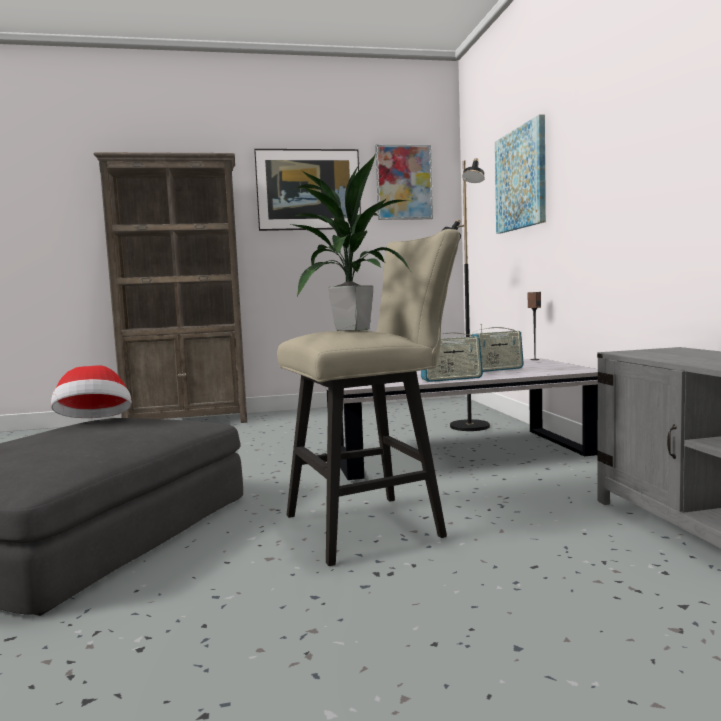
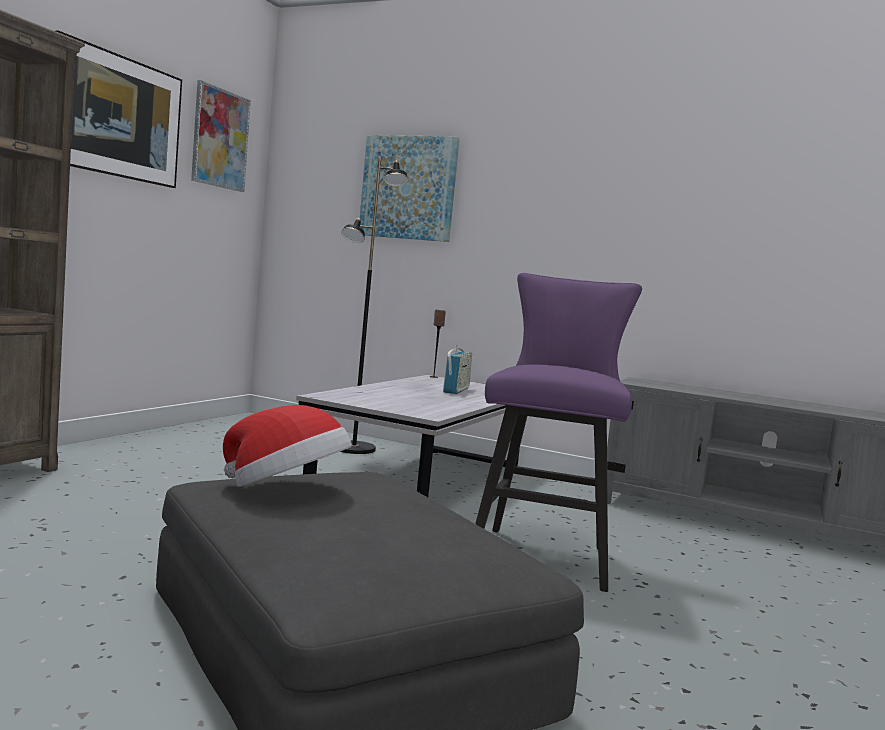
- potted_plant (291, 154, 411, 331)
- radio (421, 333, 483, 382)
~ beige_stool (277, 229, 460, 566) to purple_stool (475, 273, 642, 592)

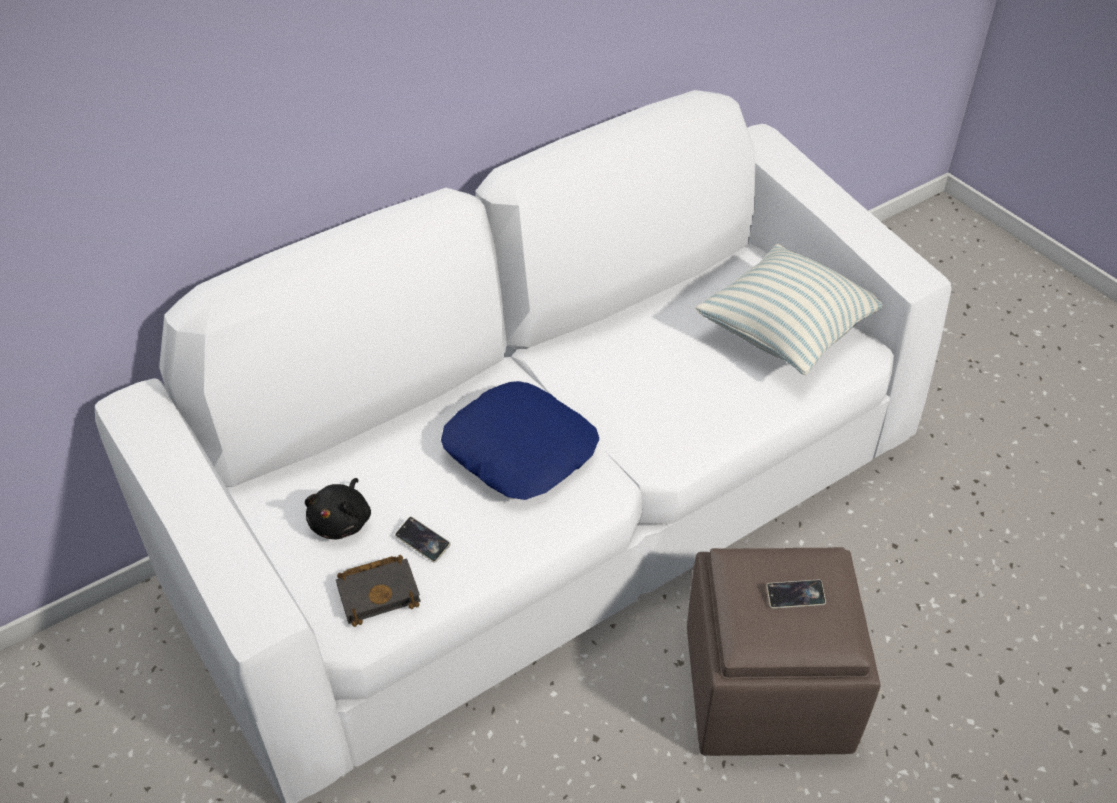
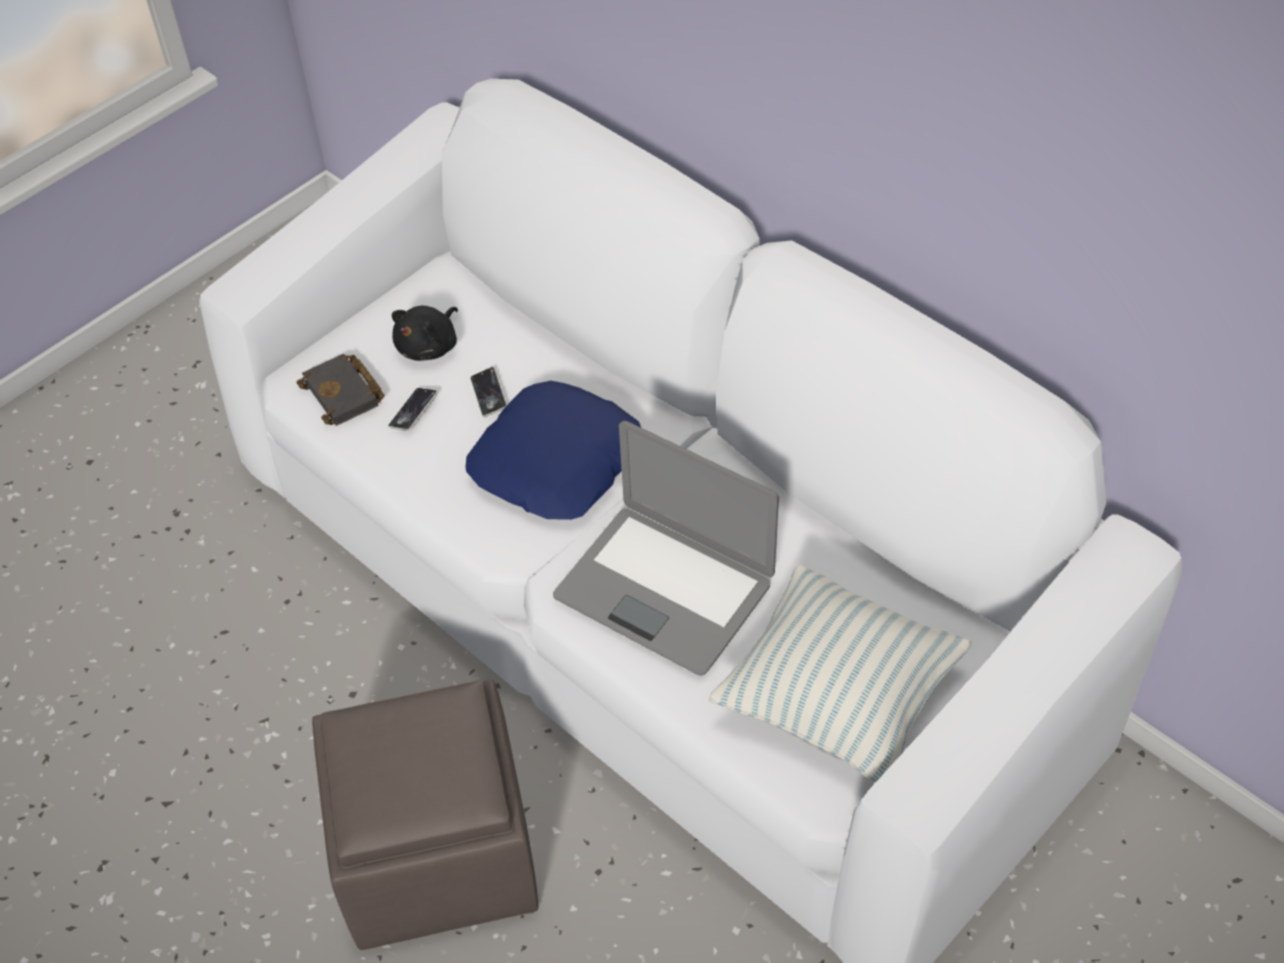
+ laptop (553, 421, 779, 675)
~ phone (766, 580, 826, 609) to (470, 367, 507, 417)
~ black_plush_toy (305, 478, 371, 539) = (392, 306, 458, 361) 60 degrees counterclockwise

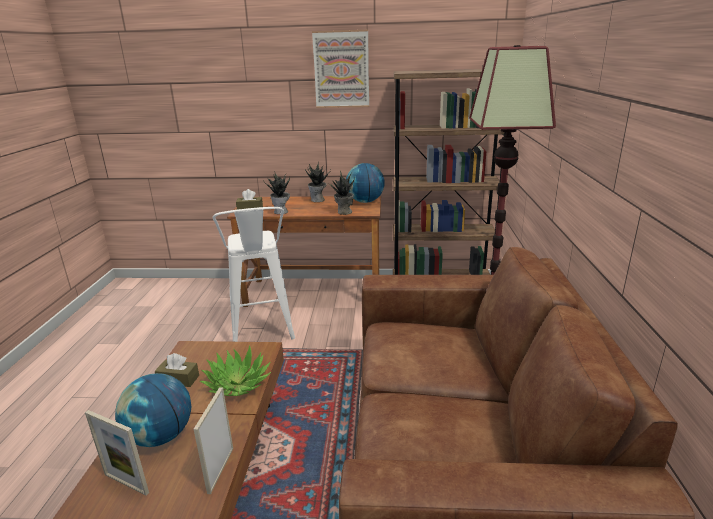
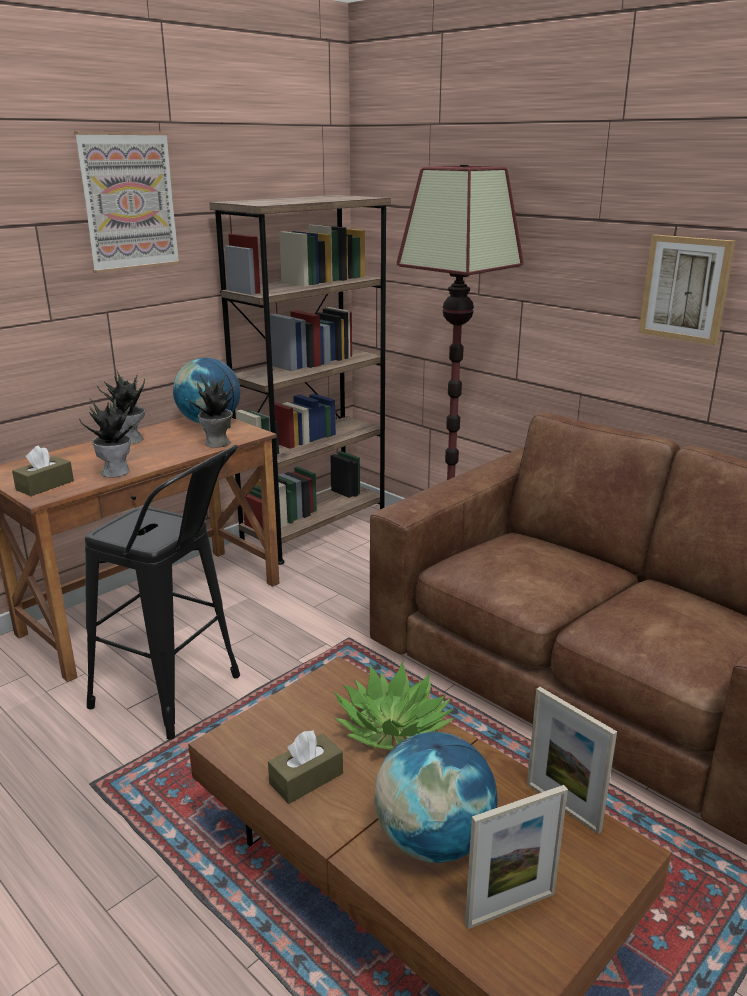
+ picture (639, 235, 736, 345)
~ white_stool (213, 207, 295, 342) to black_stool (85, 445, 240, 740)

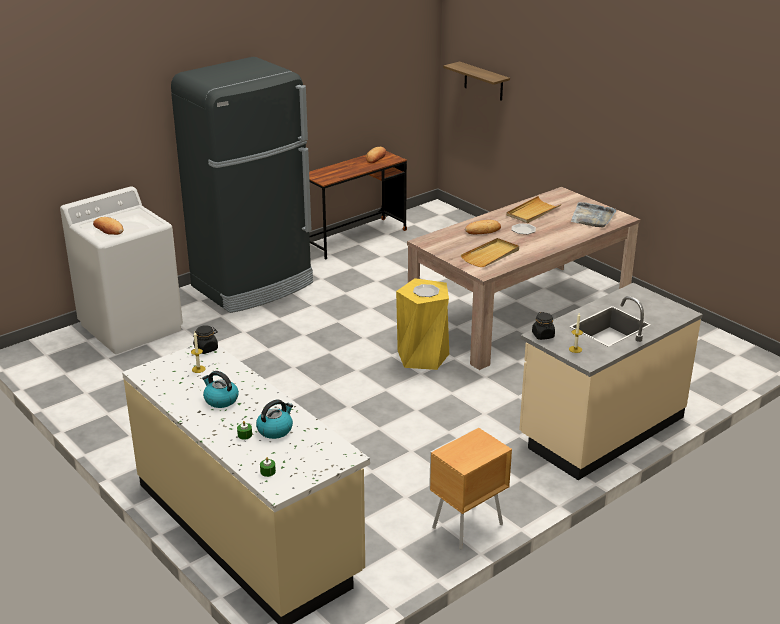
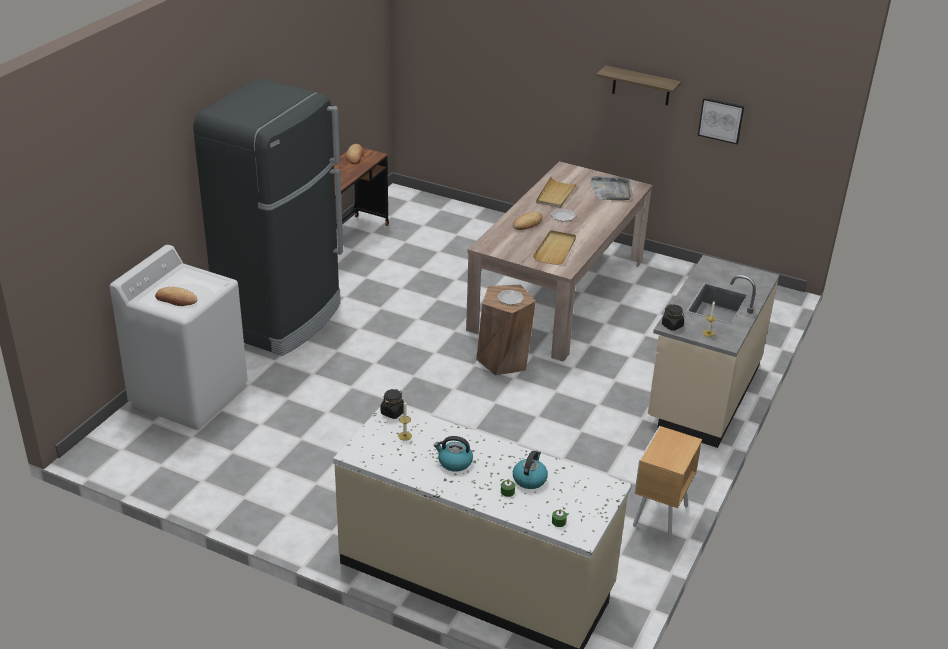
+ picture (698, 98, 744, 144)
~ shelf (443, 61, 510, 101) to (596, 65, 681, 106)
~ yellow_stool (396, 278, 449, 370) to brown_stool (476, 285, 536, 376)

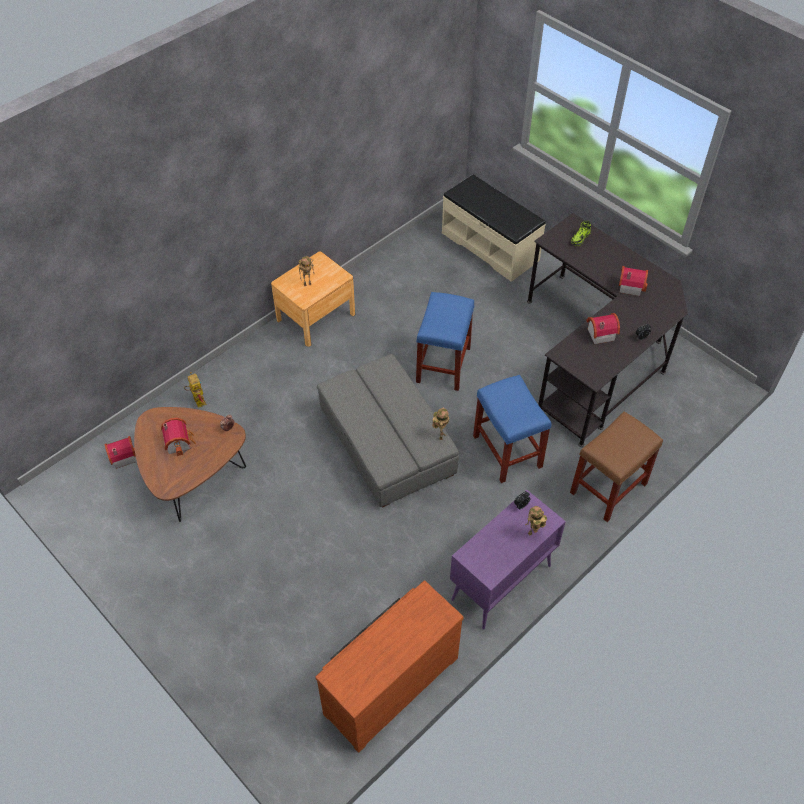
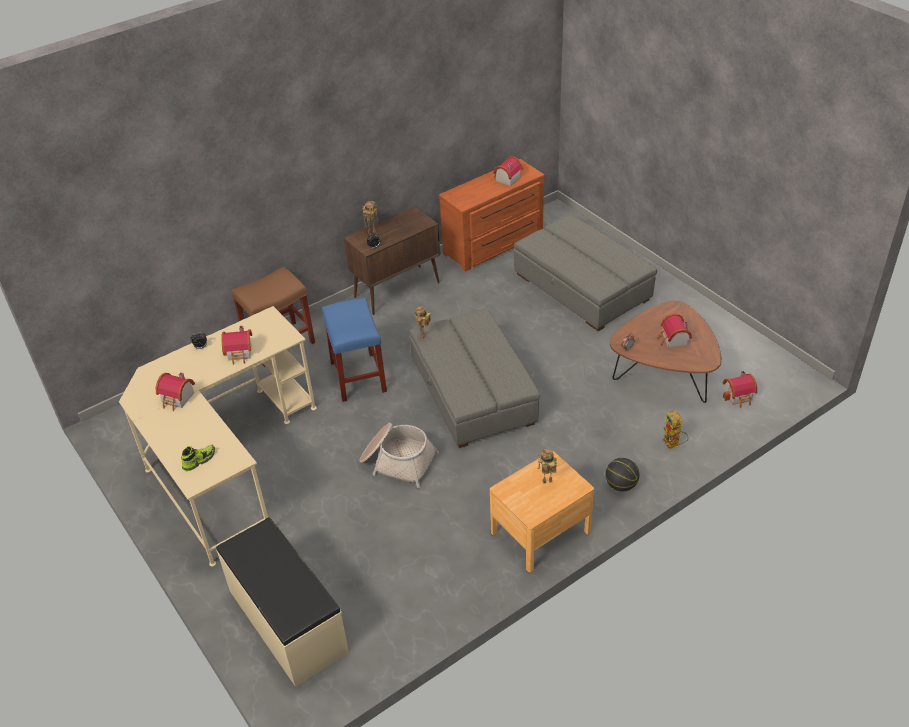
+ toy_house (493, 156, 523, 186)
+ grey_ottoman (514, 215, 657, 331)
+ basketball (605, 458, 639, 491)
~ blue_stool (416, 292, 474, 391) to basket (359, 423, 439, 488)
~ purple_cabinet (450, 490, 566, 630) to brown_cabinet (344, 206, 440, 315)
~ black_desk (527, 213, 688, 447) to beige_desk (119, 306, 317, 567)

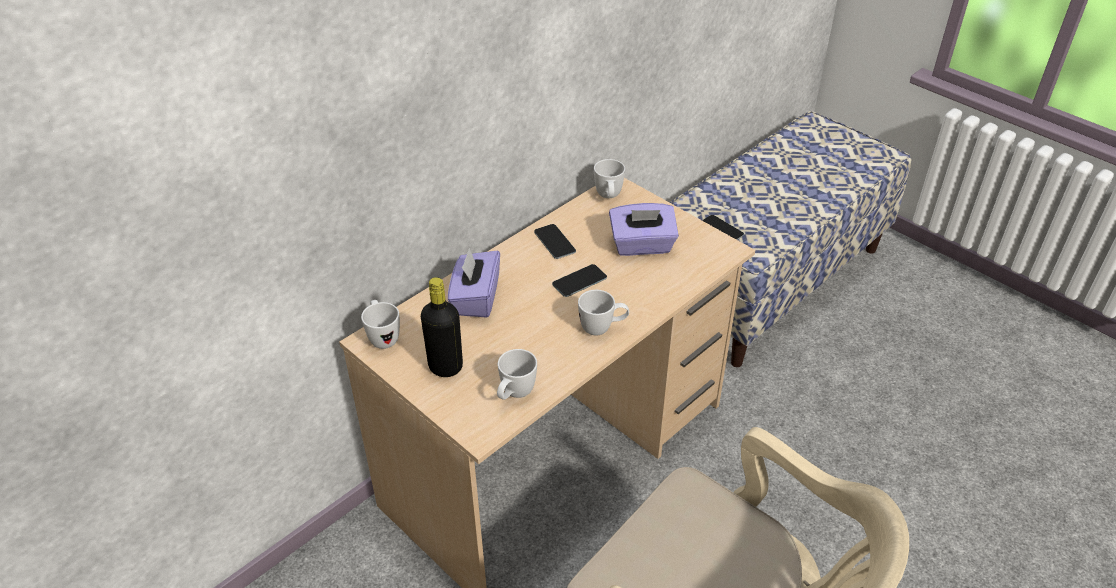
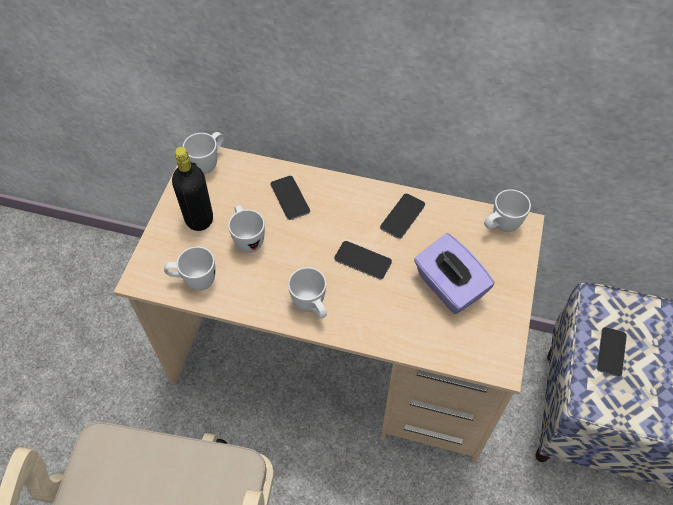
+ white_mug (228, 205, 265, 253)
~ purple_tissue_box (448, 248, 500, 317) to phone (271, 176, 310, 220)

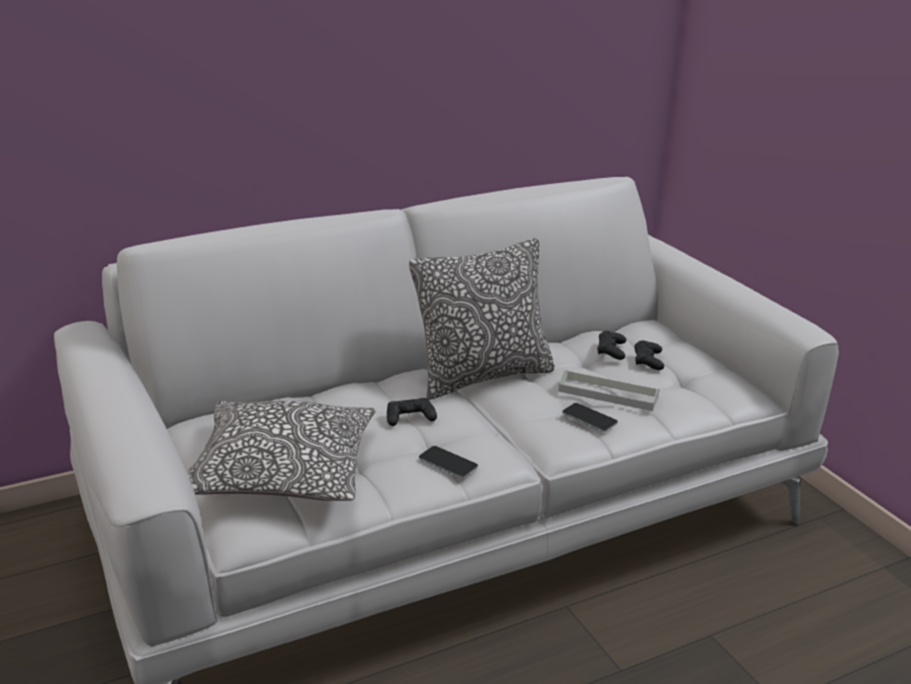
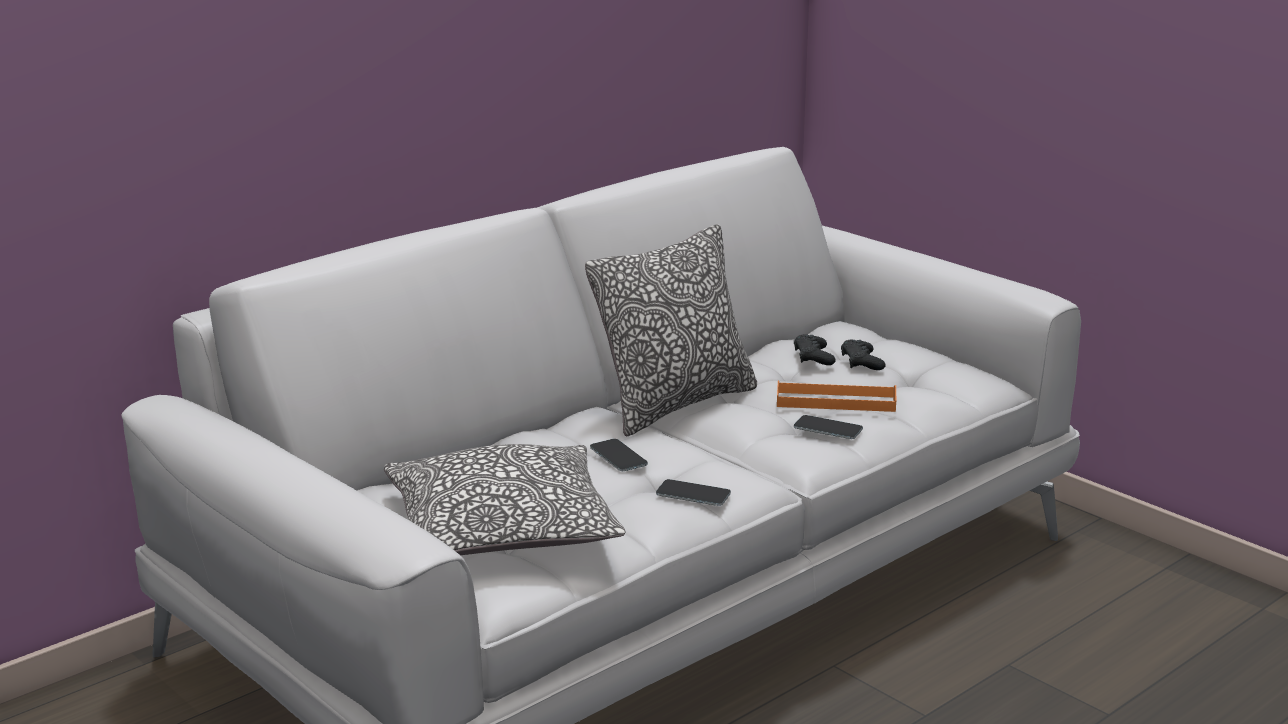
~ black_game_controller (387, 398, 437, 426) to phone (590, 439, 648, 471)
~ grey_tray (558, 370, 660, 411) to orange_tray (777, 381, 896, 412)

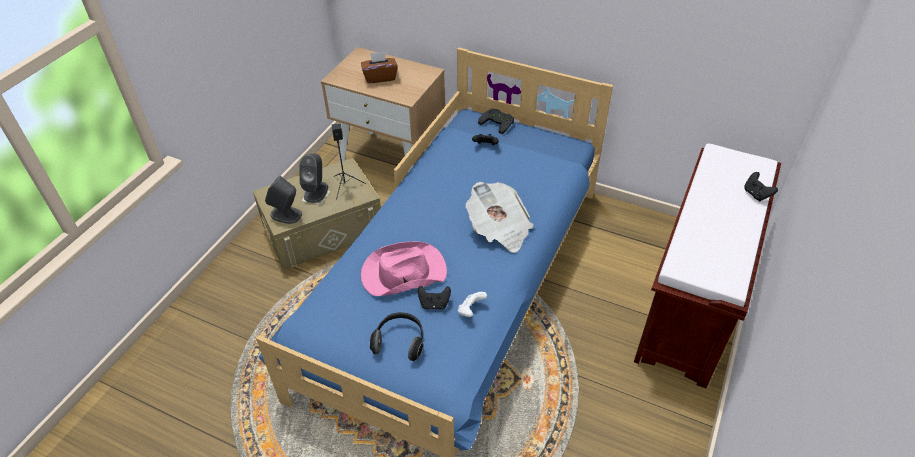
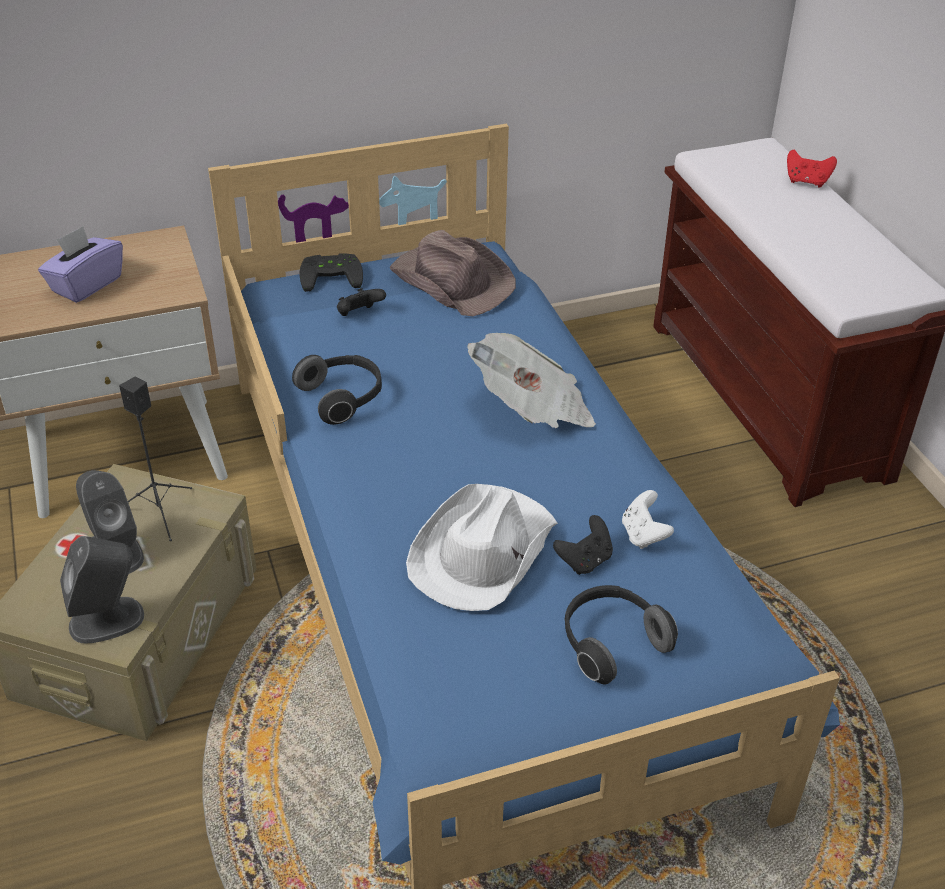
+ headphones (292, 355, 382, 425)
+ brown_hat (390, 230, 516, 316)
~ brown_tissue_box (361, 52, 398, 83) to purple_tissue_box (38, 226, 123, 303)
~ pink_hat (361, 241, 447, 296) to white_hat (406, 484, 558, 611)
~ black_game_controller (744, 172, 778, 202) to red_game_controller (787, 150, 837, 188)

